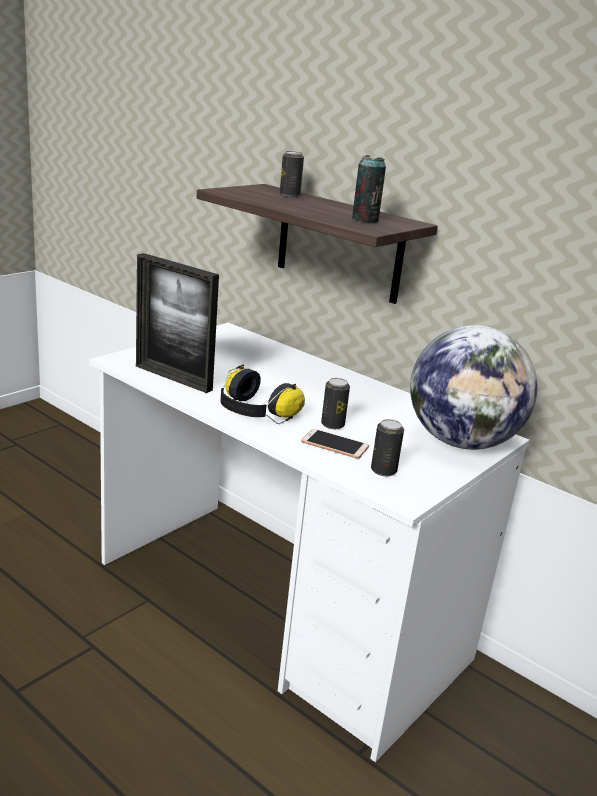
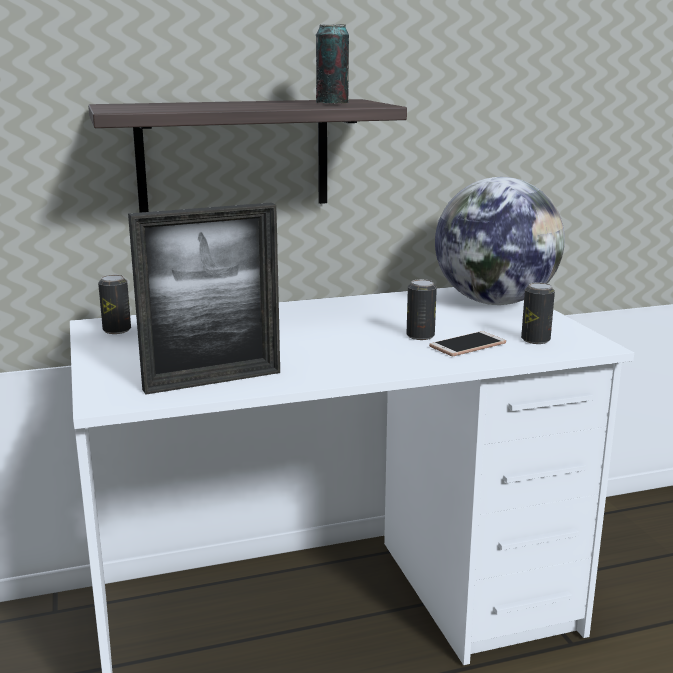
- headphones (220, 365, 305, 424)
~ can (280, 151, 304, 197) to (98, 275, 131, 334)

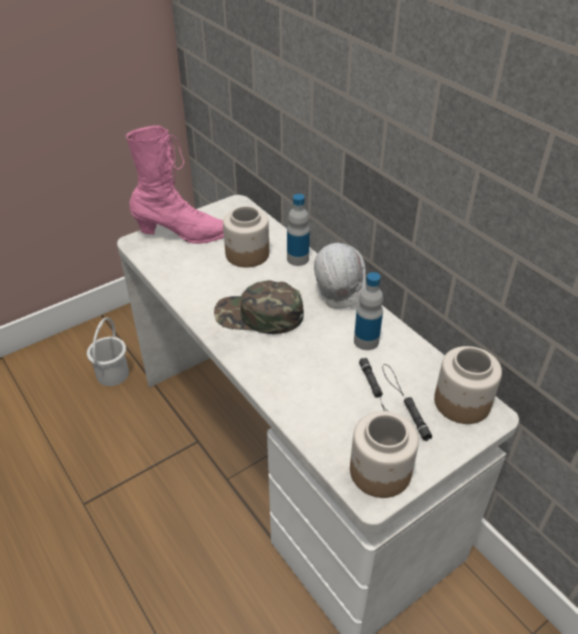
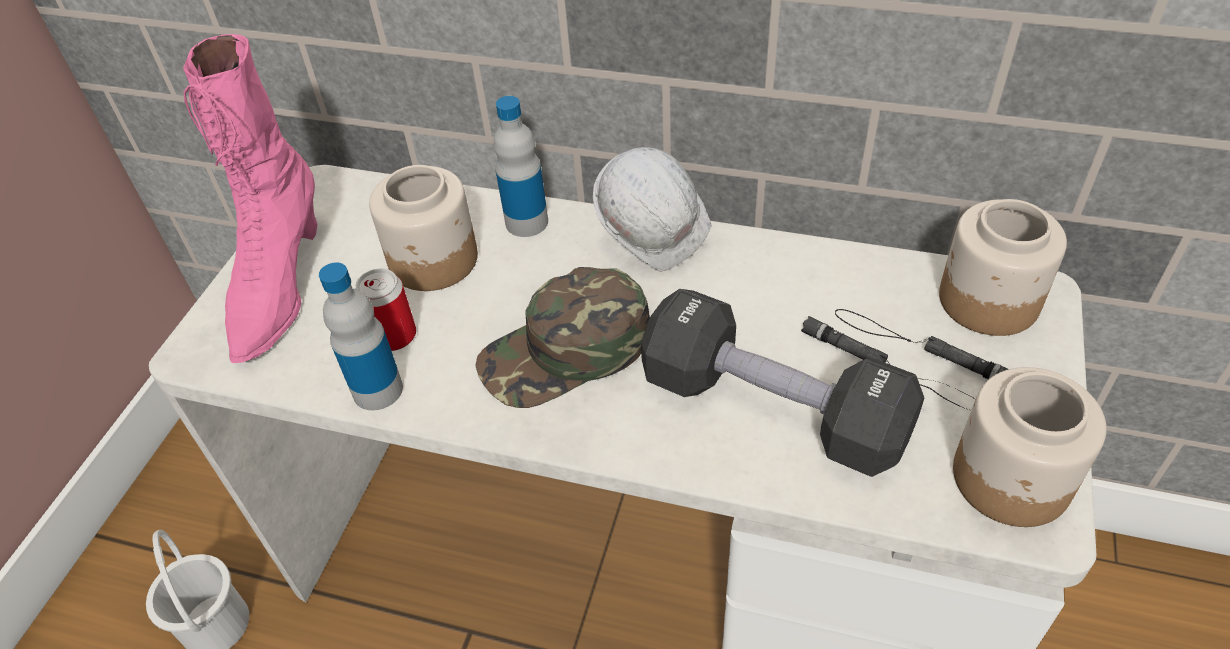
+ can (355, 269, 416, 351)
+ black_dumbbell (641, 289, 924, 477)
~ bottle (354, 272, 383, 350) to (319, 263, 403, 410)
~ pink_boot (126, 126, 224, 244) = (183, 34, 317, 363) 135 degrees clockwise

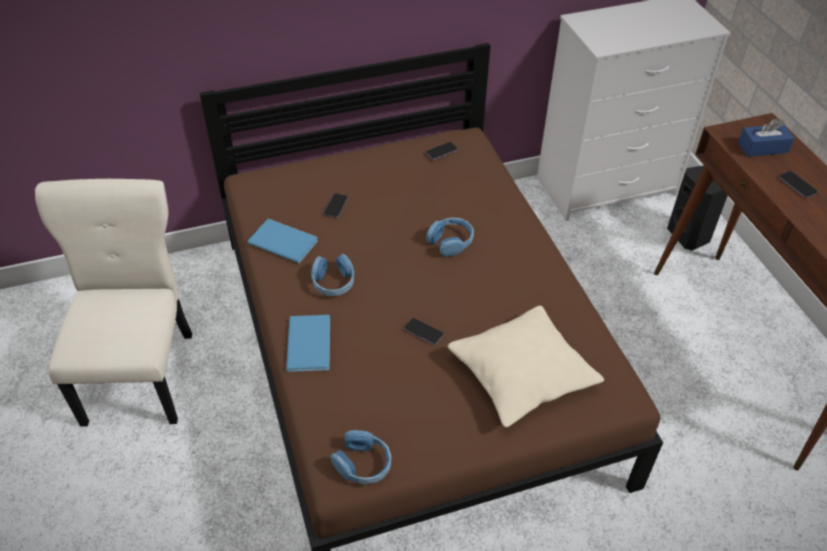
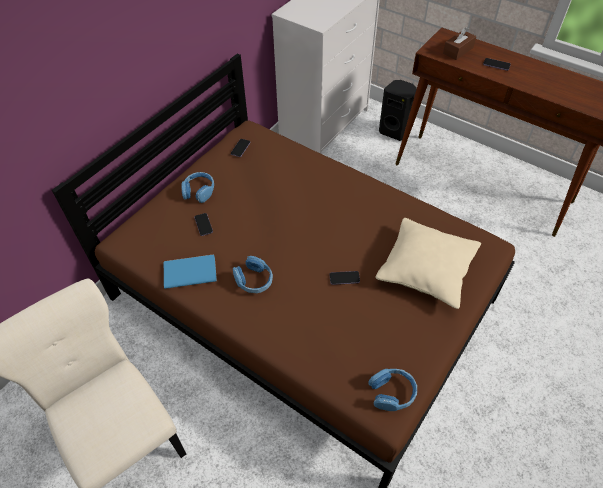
- blue_book (286, 315, 330, 372)
~ blue_headphones (426, 218, 474, 257) to (182, 172, 214, 203)
~ blue_tissue_box (738, 118, 795, 157) to brown_tissue_box (443, 27, 476, 60)

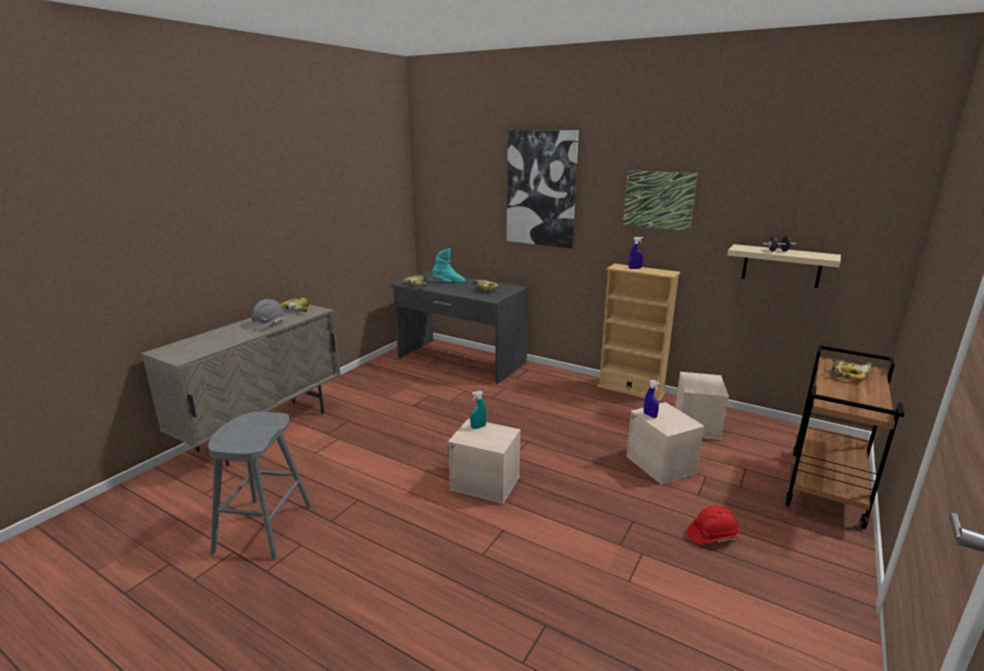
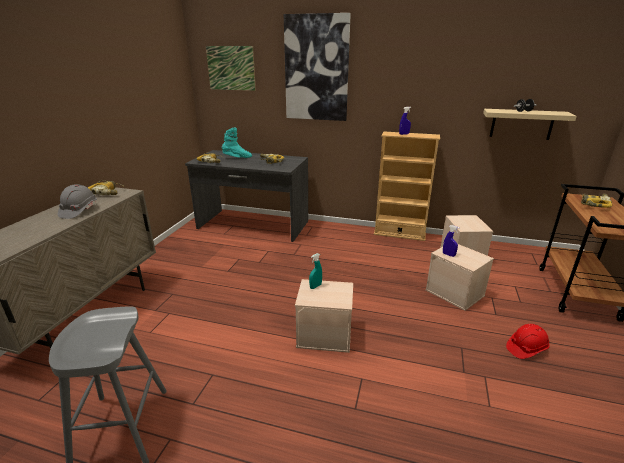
~ picture (623, 170, 698, 231) to (206, 46, 256, 91)

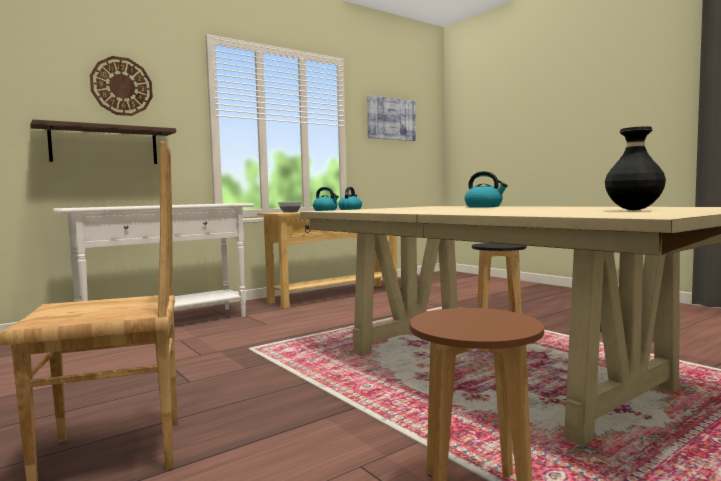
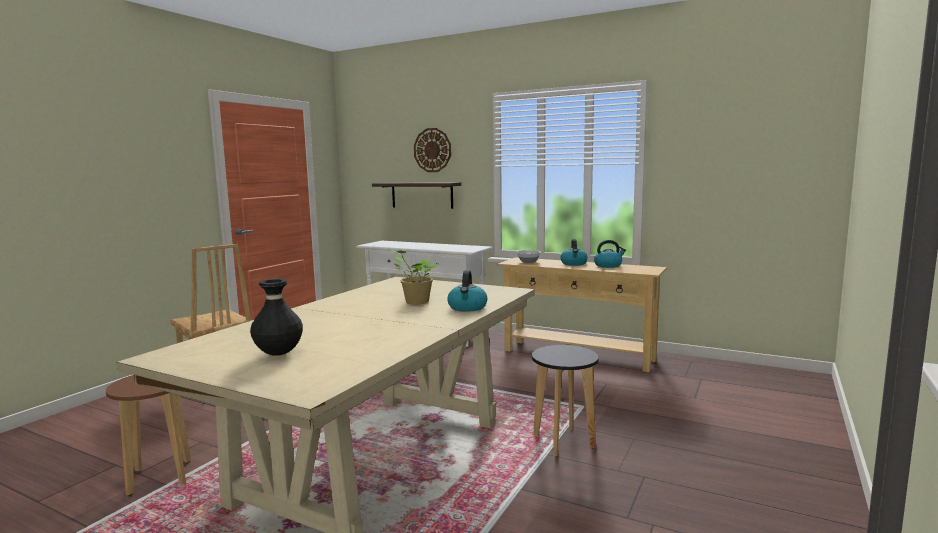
- picture (367, 95, 416, 141)
+ potted_plant (389, 249, 439, 304)

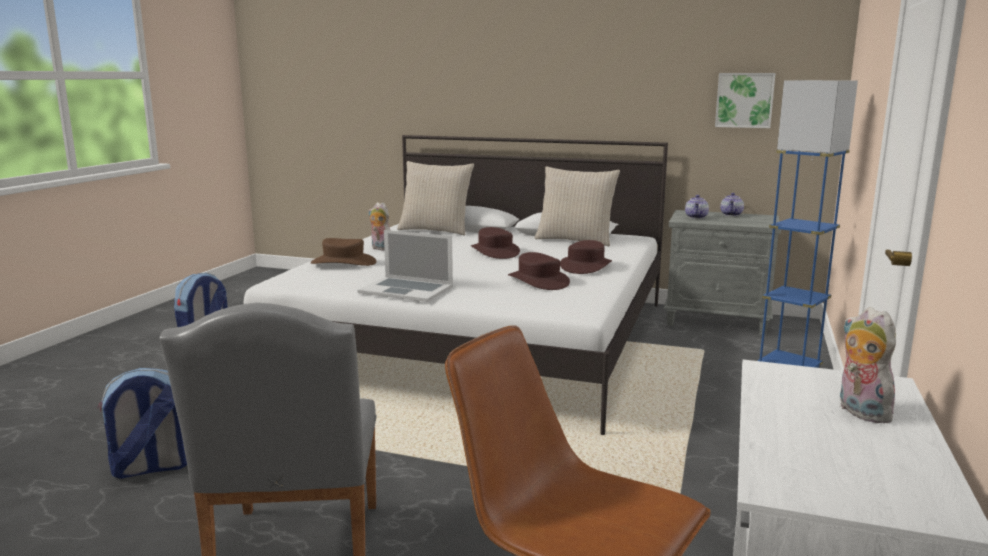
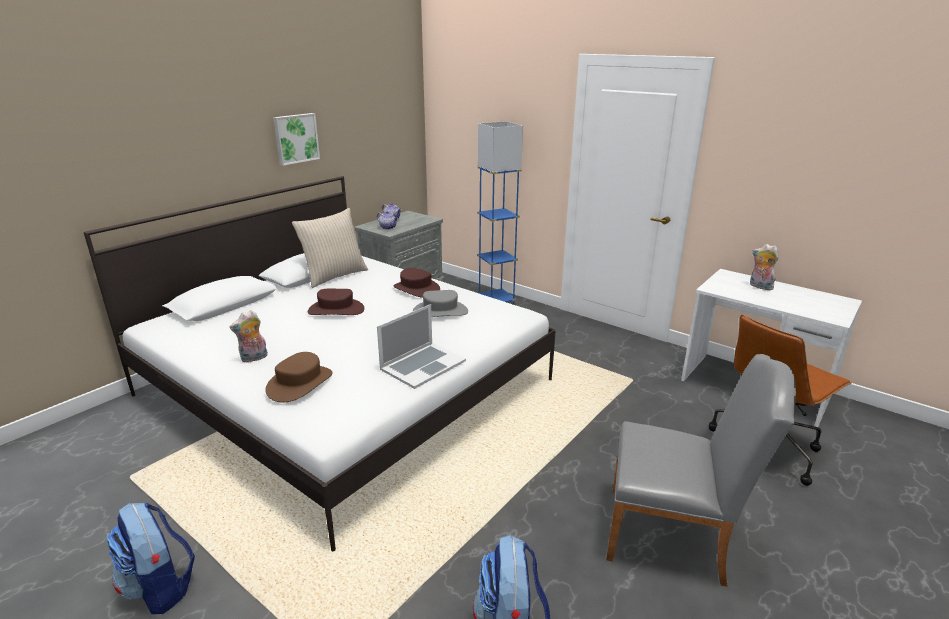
- beige_pillow (397, 161, 474, 235)
~ picture (715, 73, 776, 128) to (273, 113, 320, 166)
~ brown_hat (508, 252, 570, 290) to grey_hat (413, 290, 468, 317)
~ plush_toy (839, 307, 900, 423) = (750, 244, 779, 290) 45 degrees clockwise

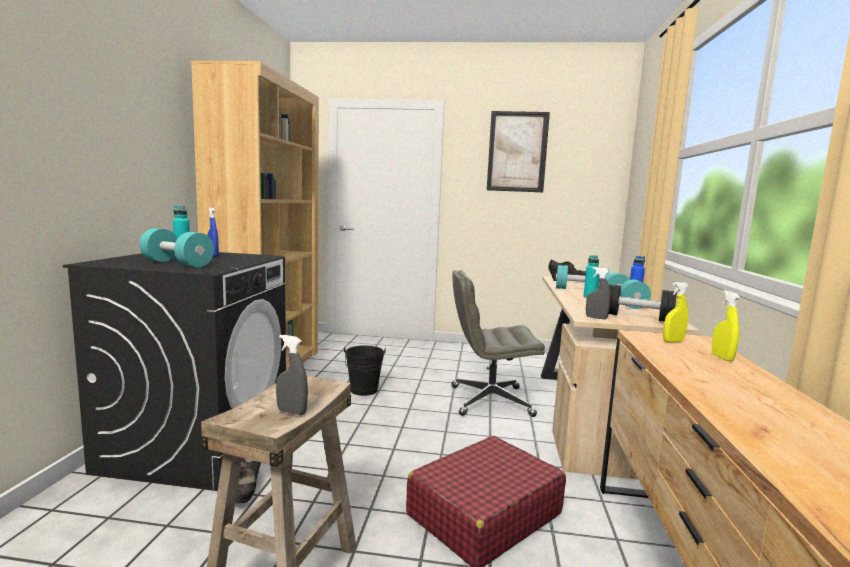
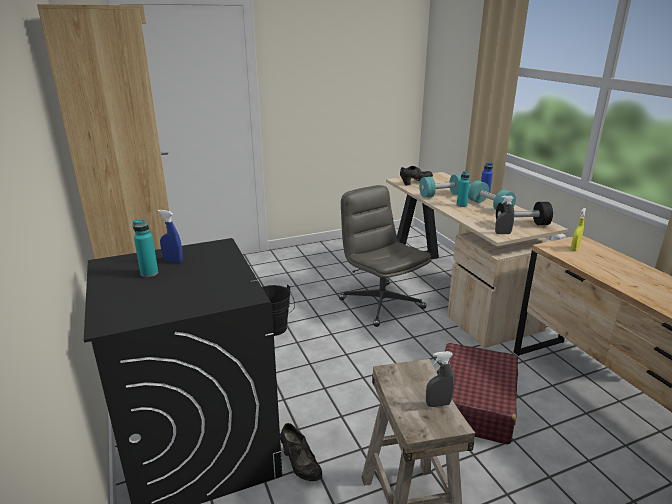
- turquoise_dumbbell (139, 228, 214, 267)
- picture (487, 111, 550, 192)
- yellow_spray_bottle (712, 290, 740, 361)
~ grey_office_chair (452, 270, 545, 417) = (339, 185, 431, 327) 90 degrees clockwise

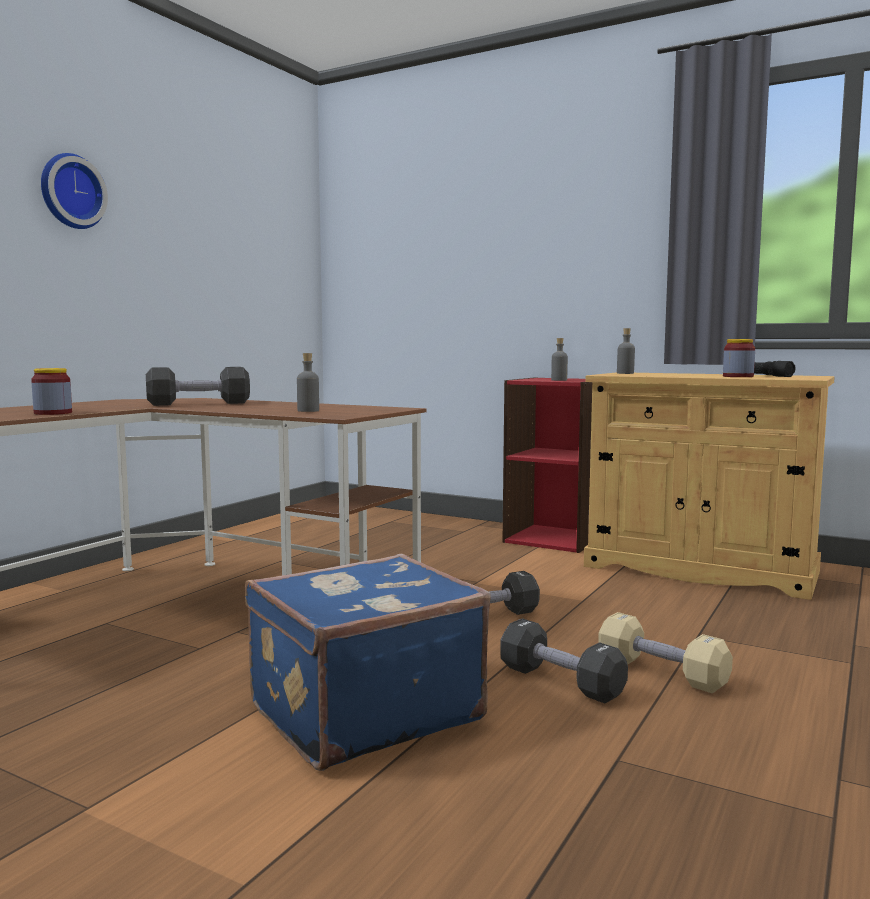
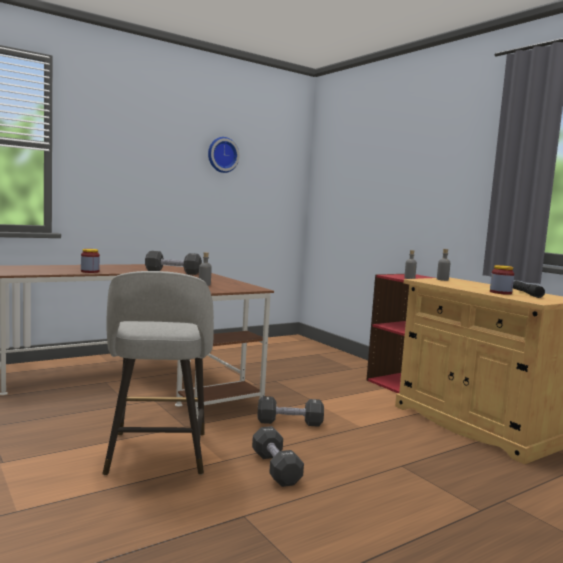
- beige_dumbbell (598, 612, 733, 693)
~ wall_clock (41, 153, 108, 229) to (208, 137, 239, 173)
~ blue_suitcase (245, 554, 491, 771) to grey_stool (102, 271, 214, 475)

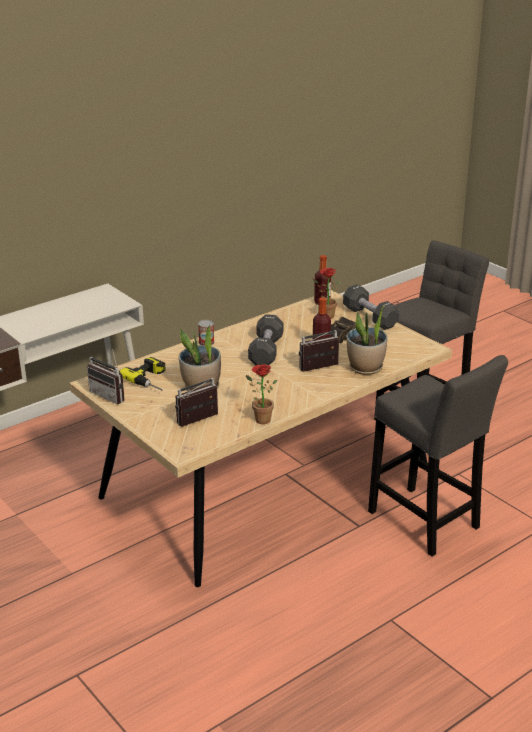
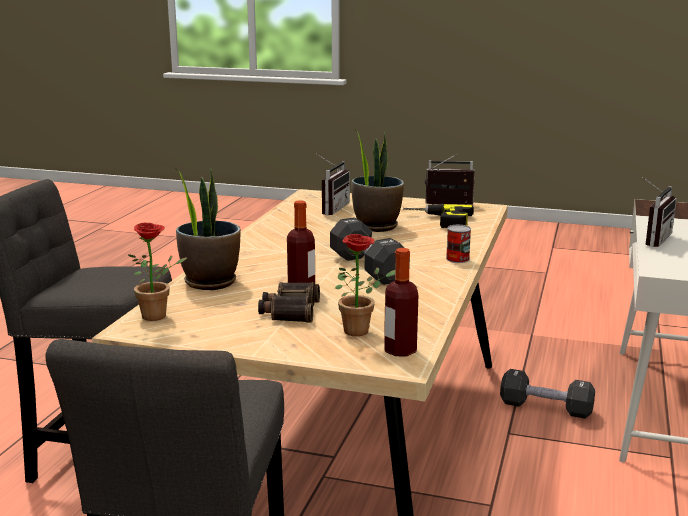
~ potted_plant (246, 364, 277, 424) to (128, 222, 187, 321)
~ radio (299, 330, 339, 372) to (642, 177, 677, 247)
~ black_dumbbell (343, 284, 399, 330) to (500, 369, 595, 419)

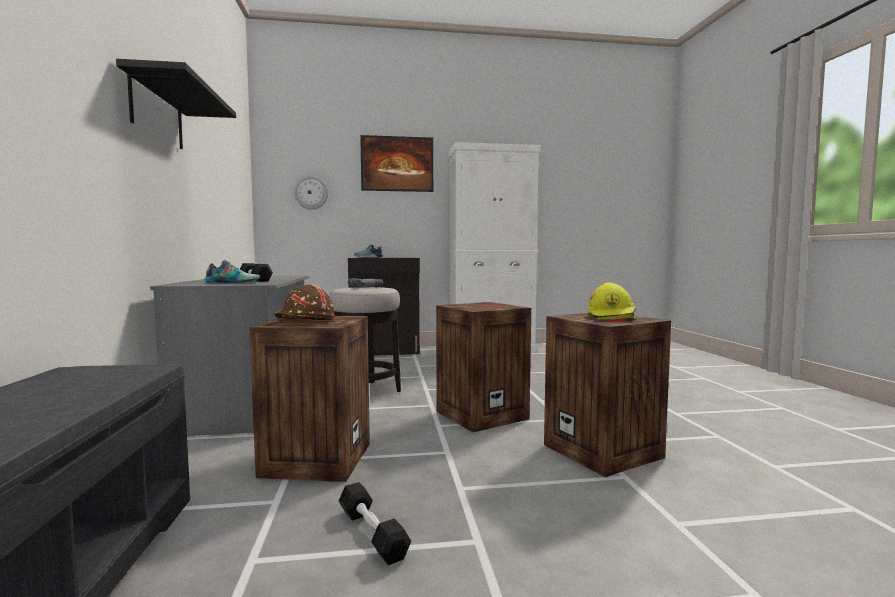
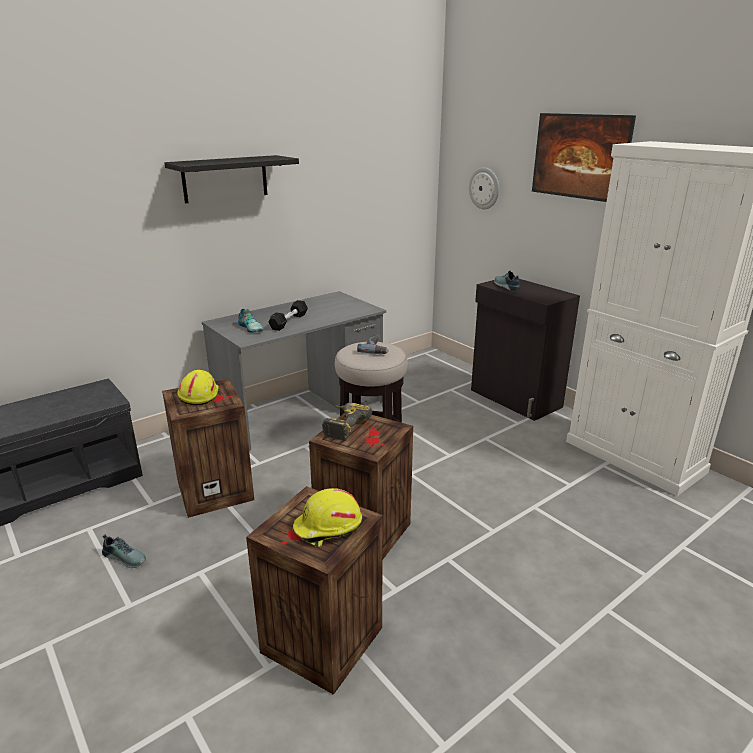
+ power_drill (322, 403, 372, 441)
~ black_dumbbell (338, 482, 411, 565) to shoe (102, 534, 146, 568)
~ brown_hard_hat (274, 285, 335, 322) to yellow_hard_hat (177, 370, 219, 405)

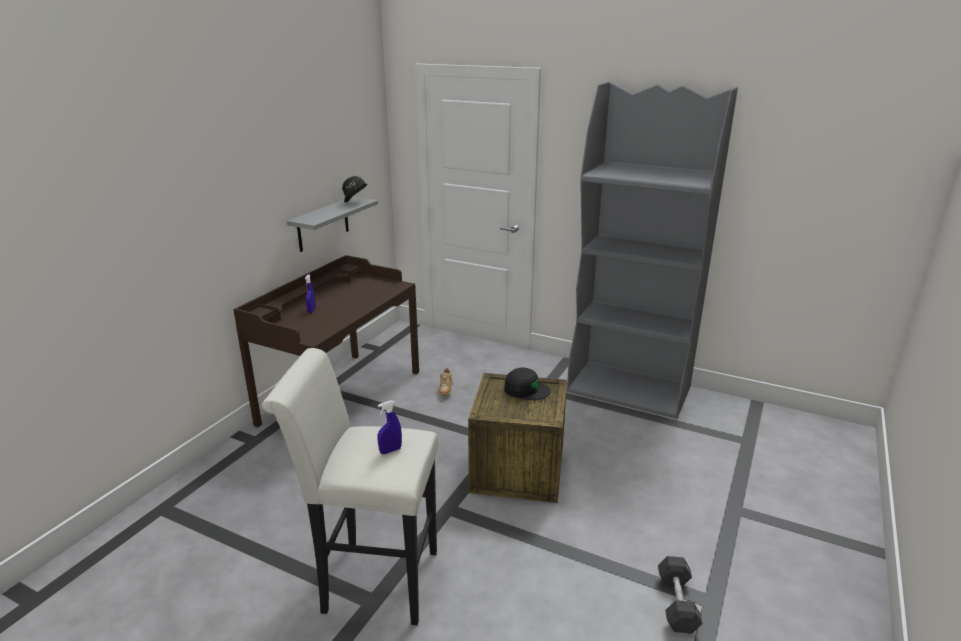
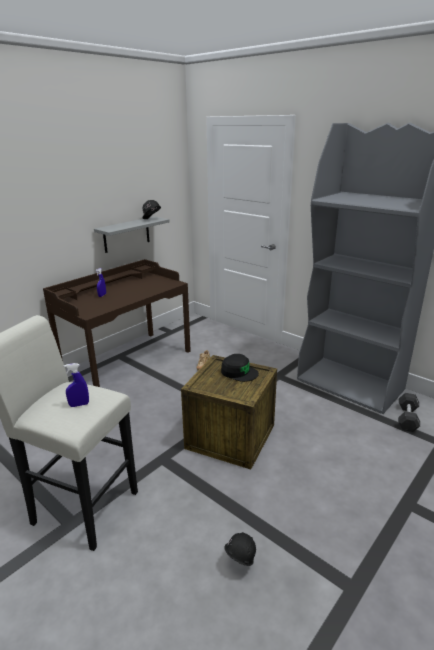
+ black_hard_hat (224, 532, 256, 566)
~ black_dumbbell (658, 556, 702, 634) to (398, 393, 420, 432)

